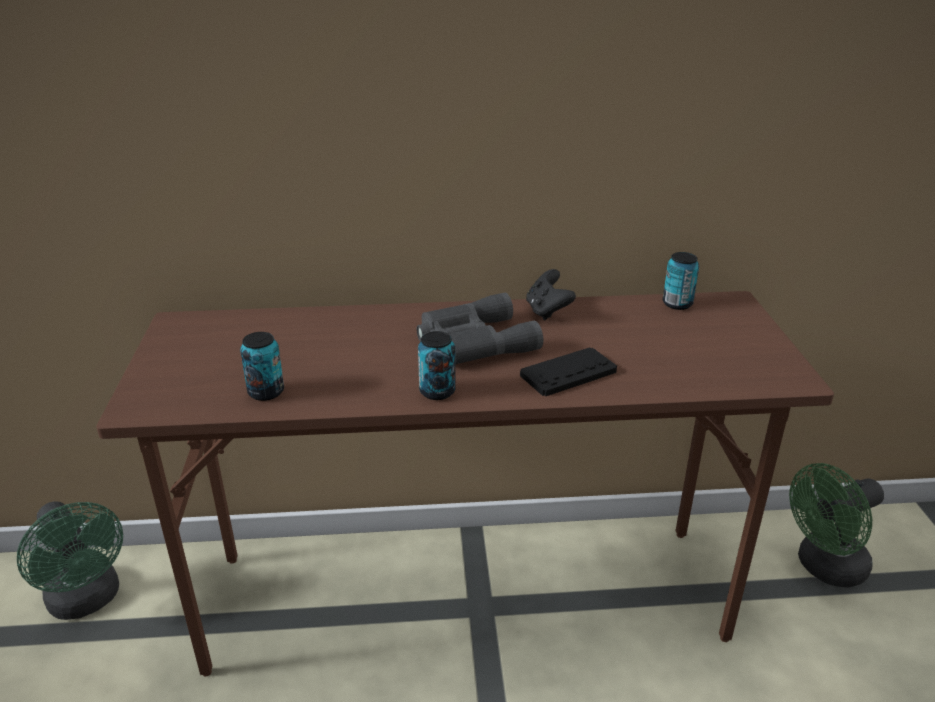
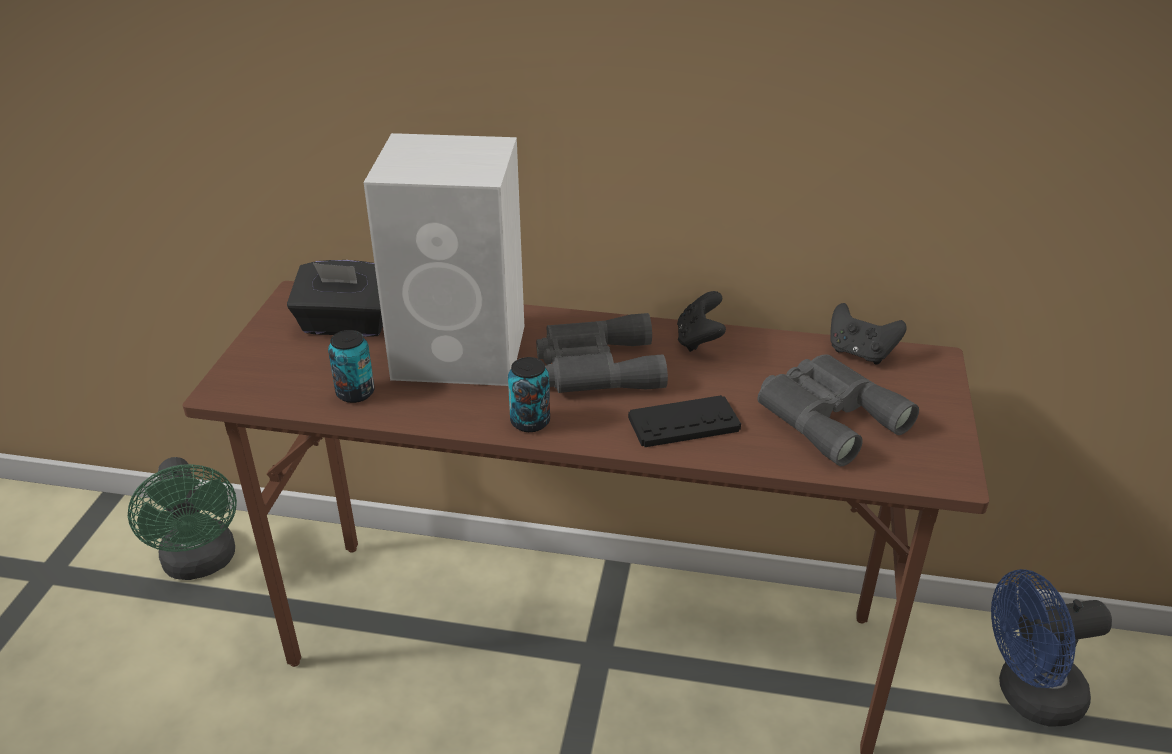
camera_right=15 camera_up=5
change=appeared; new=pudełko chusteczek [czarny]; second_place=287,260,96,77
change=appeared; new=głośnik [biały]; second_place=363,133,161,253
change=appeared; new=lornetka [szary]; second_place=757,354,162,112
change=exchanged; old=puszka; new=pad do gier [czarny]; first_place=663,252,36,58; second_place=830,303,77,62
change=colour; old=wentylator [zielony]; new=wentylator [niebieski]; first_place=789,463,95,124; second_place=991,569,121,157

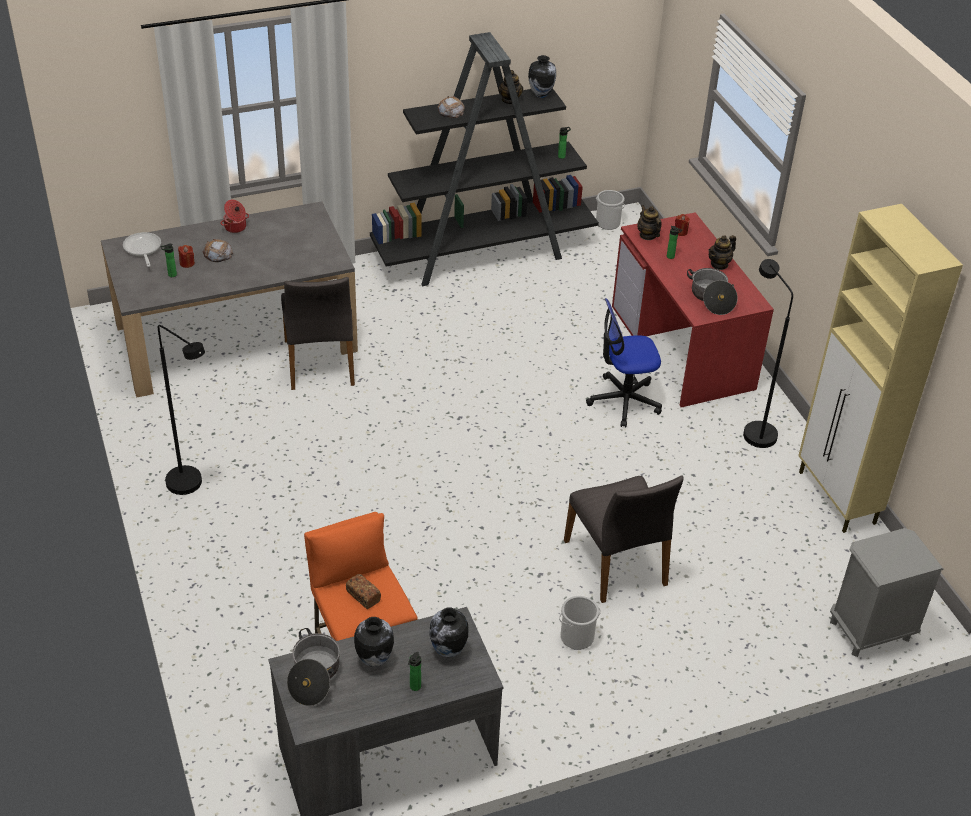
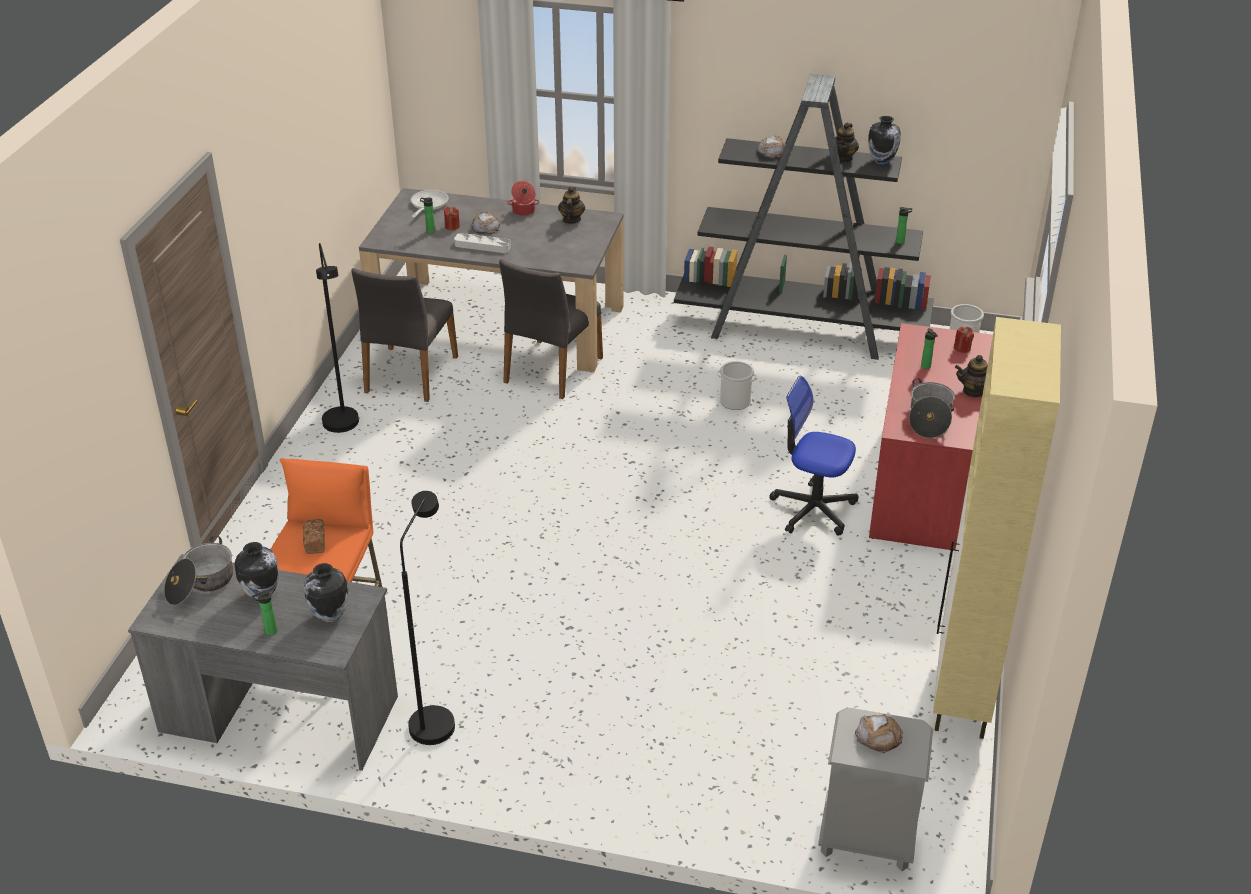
camera_right=35 camera_up=-5
change=appeared; new=taca [szary]; second_place=454,233,57,20
change=appeared; new=chleb; second_place=855,714,48,40
change=relocated; old=wiadro; first_place=559,596,42,54; second_place=717,361,39,49
change=relocated; old=krzesło [szary]; first_place=564,475,120,128; second_place=351,268,107,134
change=relocated; old=imbryk; first_place=637,205,25,35; second_place=558,187,27,37
change=relocated; old=lampa stojąca [czarny]; first_place=743,259,50,189; second_place=400,491,55,254

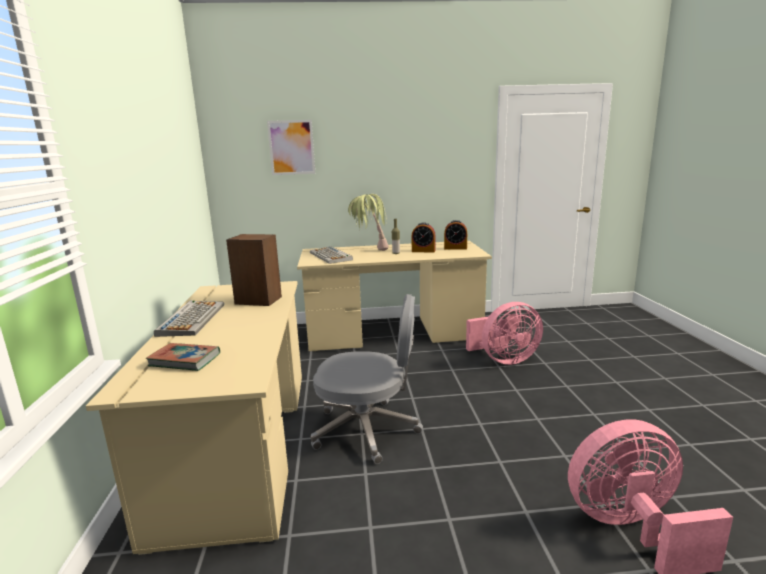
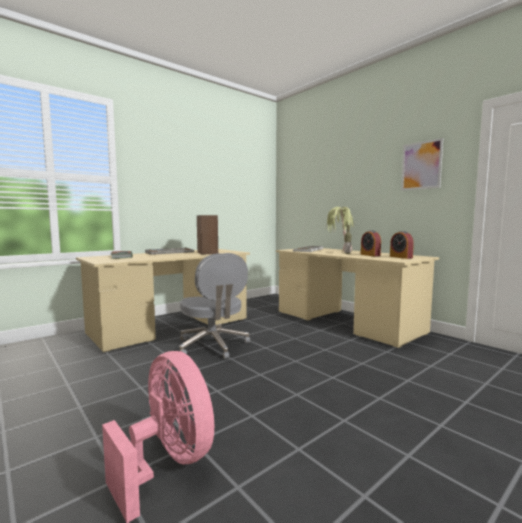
camera_right=55 camera_up=-10
change=missing; old=wentylator [różowy]; first_place=466,302,77,63
change=relocated; old=obraz; first_place=267,120,48,55; second_place=401,138,42,53

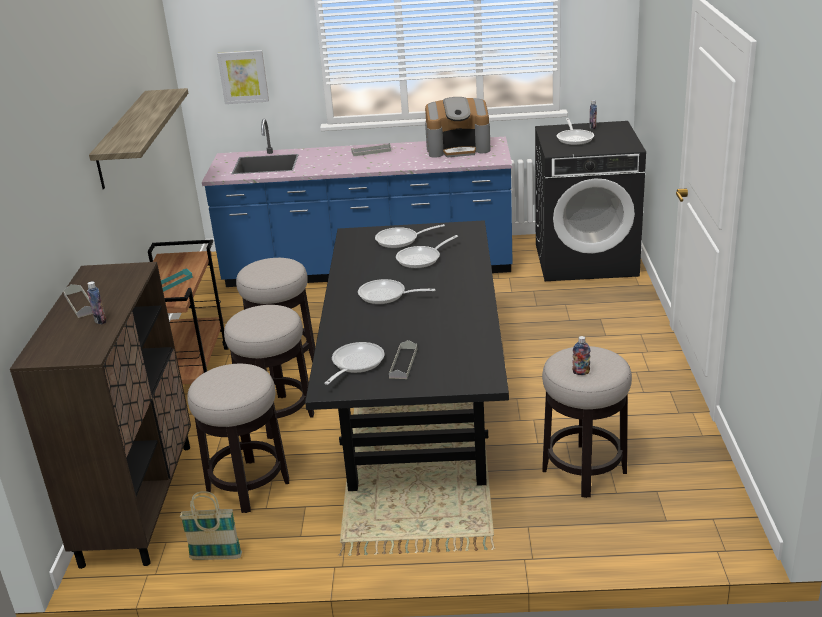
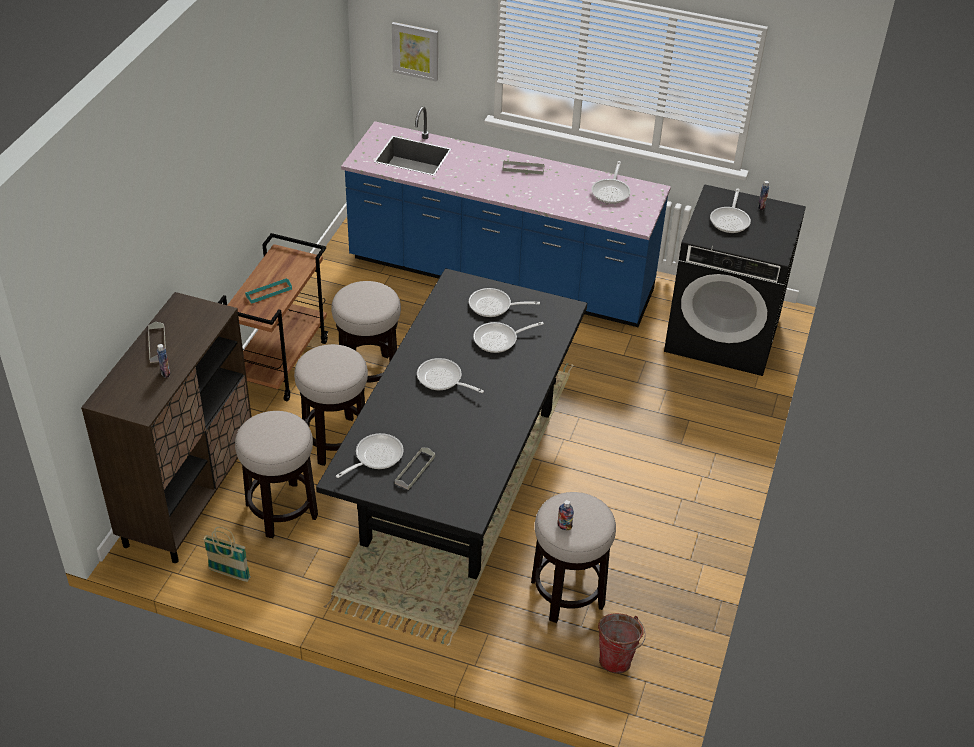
camera_right=15 camera_up=15
change=missing; old=półka; first_place=89,88,100,101
change=appeared; new=wiadro; second_place=598,613,48,61
change=exchanged; old=ekspres do kawy; new=patelnia; first_place=425,97,65,61; second_place=591,161,40,43

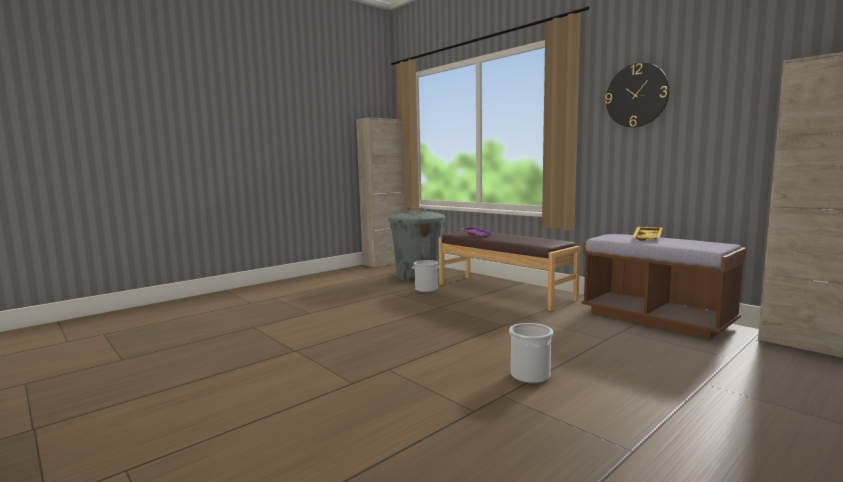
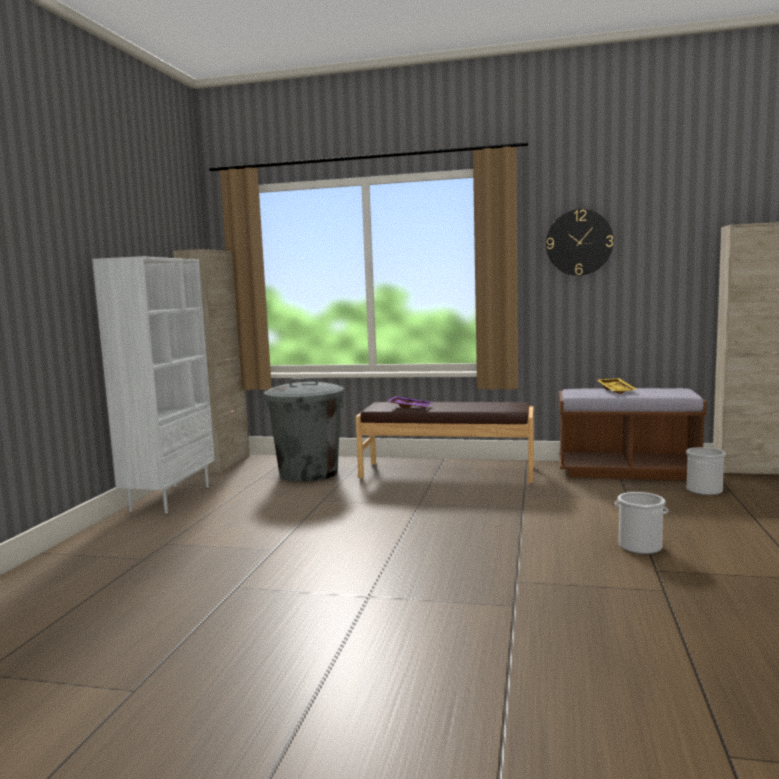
camera_right=-35 camera_up=0
change=appeared; new=regał [biały]; second_place=92,256,123,258
change=relocated; old=wiadro; first_place=412,260,28,32; second_place=686,447,40,48

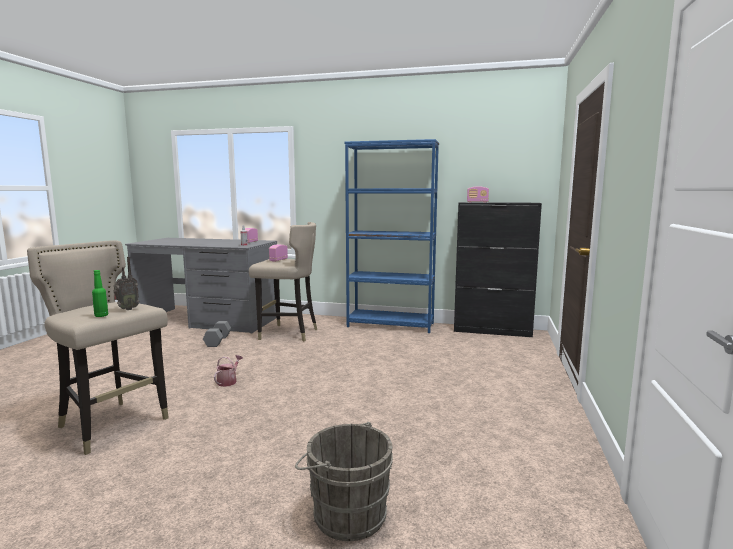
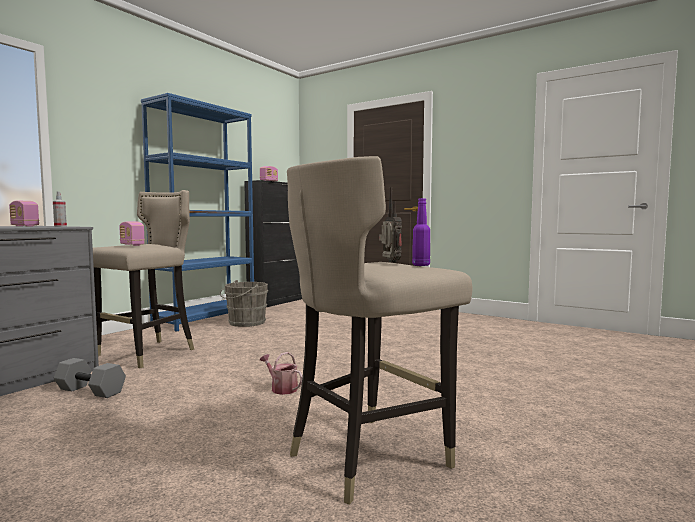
camera_right=-70 camera_up=-5
change=relocated; old=wiadro [szary]; first_place=295,422,98,119; second_place=220,280,48,47
change=colour; old=butelka [zielony]; new=butelka [fioletowy]; first_place=92,270,16,47; second_place=412,198,18,68

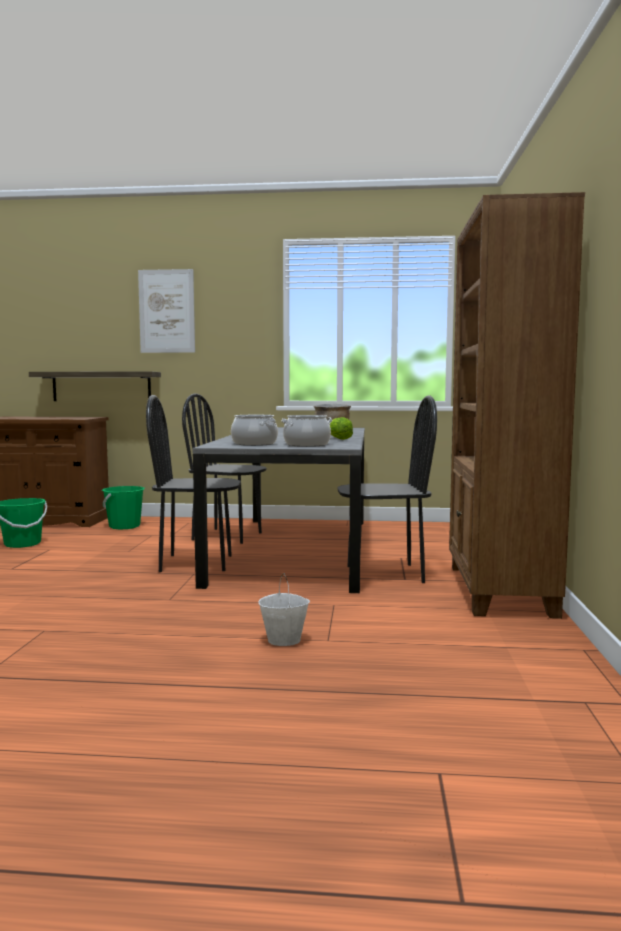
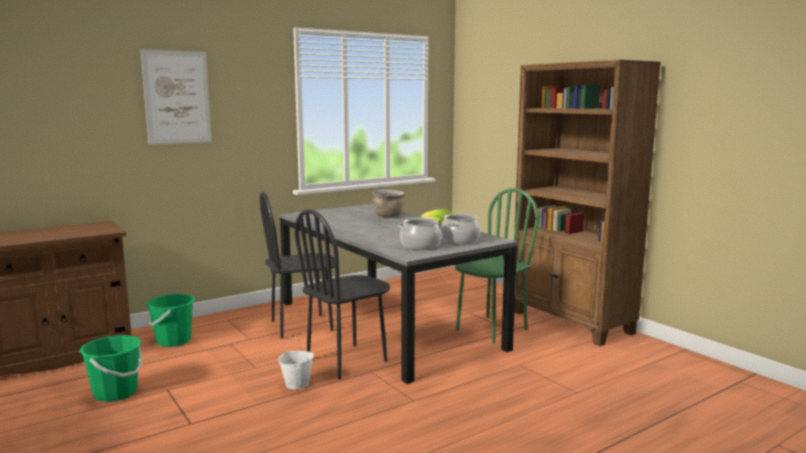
camera_right=-40 camera_up=5
change=missing; old=półka; first_place=29,371,132,30
change=relocated; old=wiadro [biały]; first_place=258,573,52,73; second_place=278,338,36,51
change=colour; old=krzesło [czarny]; new=krzesło [zielony]; first_place=337,395,100,188; second_place=455,188,84,155

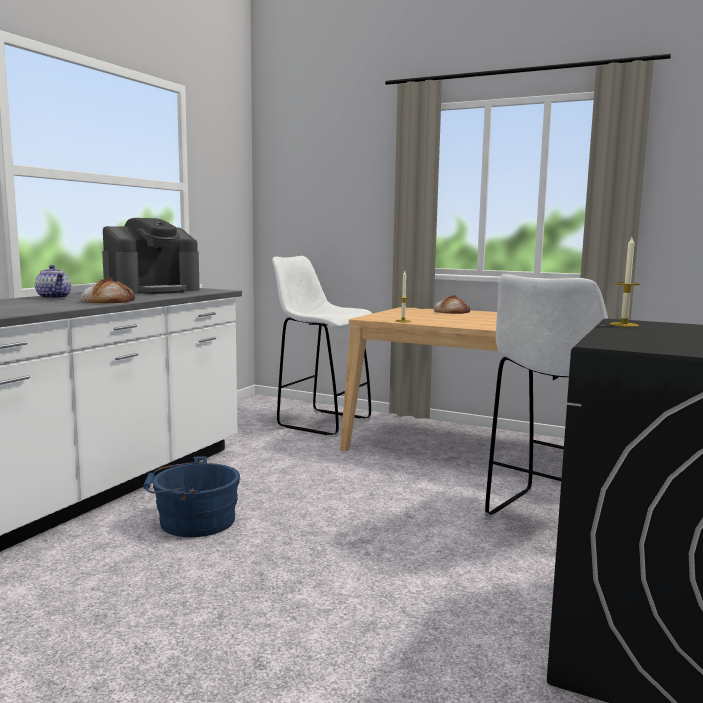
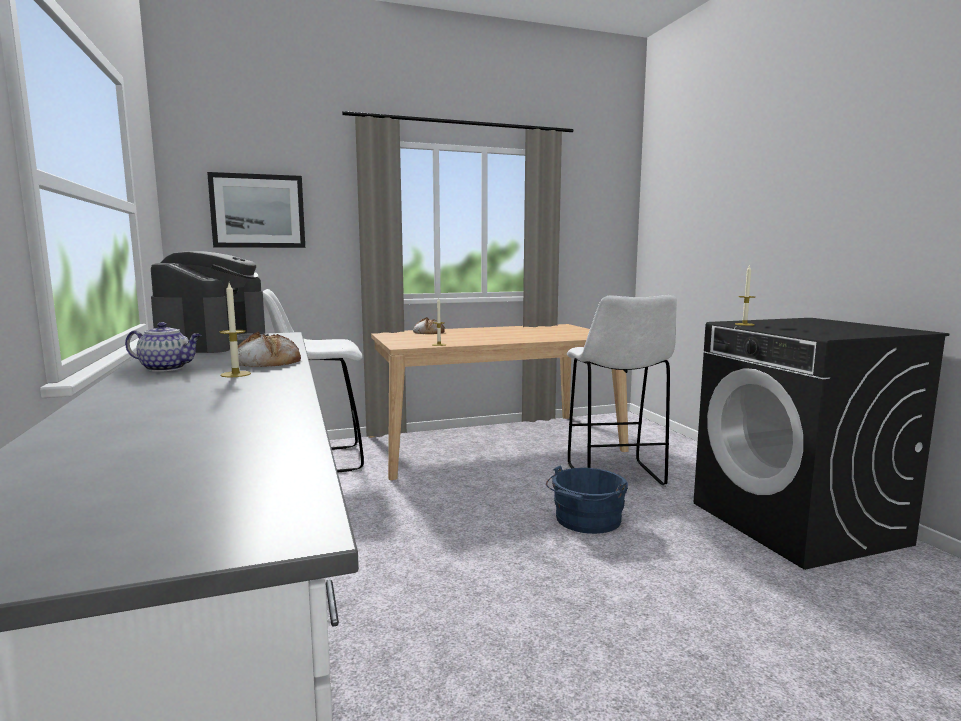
camera_right=-45 camera_up=0
change=appeared; new=obraz; second_place=207,172,98,76
change=appeared; new=świeca; second_place=219,283,32,94
change=relocated; old=wiadro [niebieski]; first_place=143,456,97,81; second_place=546,466,82,68

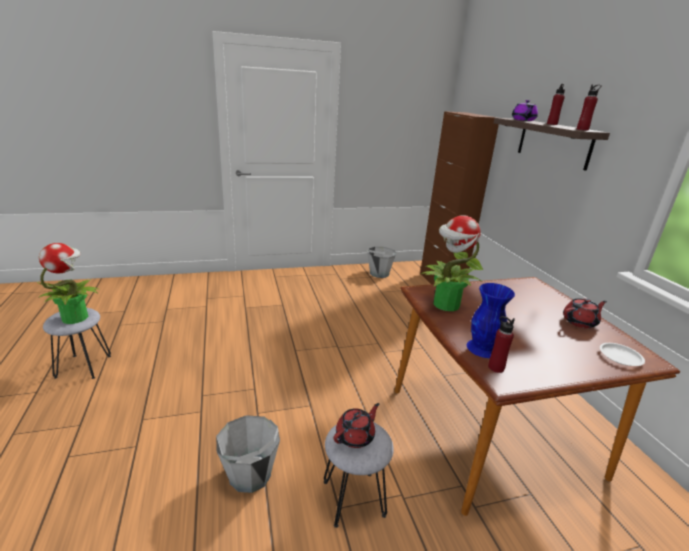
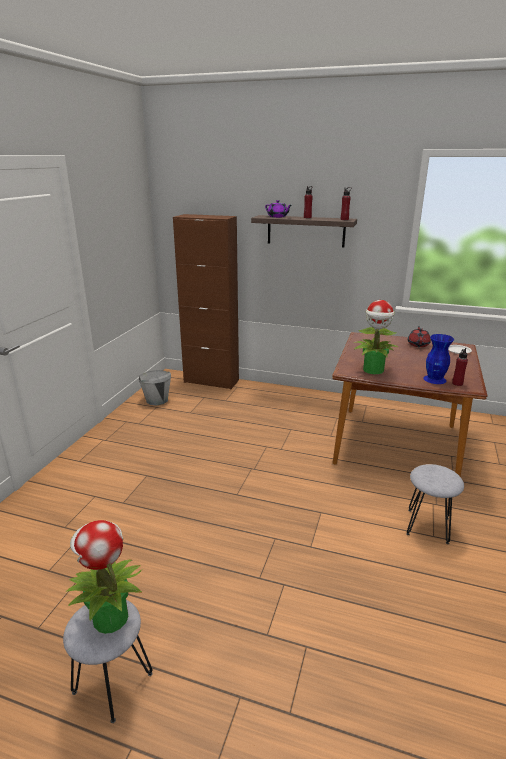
camera_right=-55 camera_up=0
change=missing; old=wiadro [szary]; first_place=216,415,64,78
change=missing; old=imbryk [czerwony]; first_place=334,403,45,45

